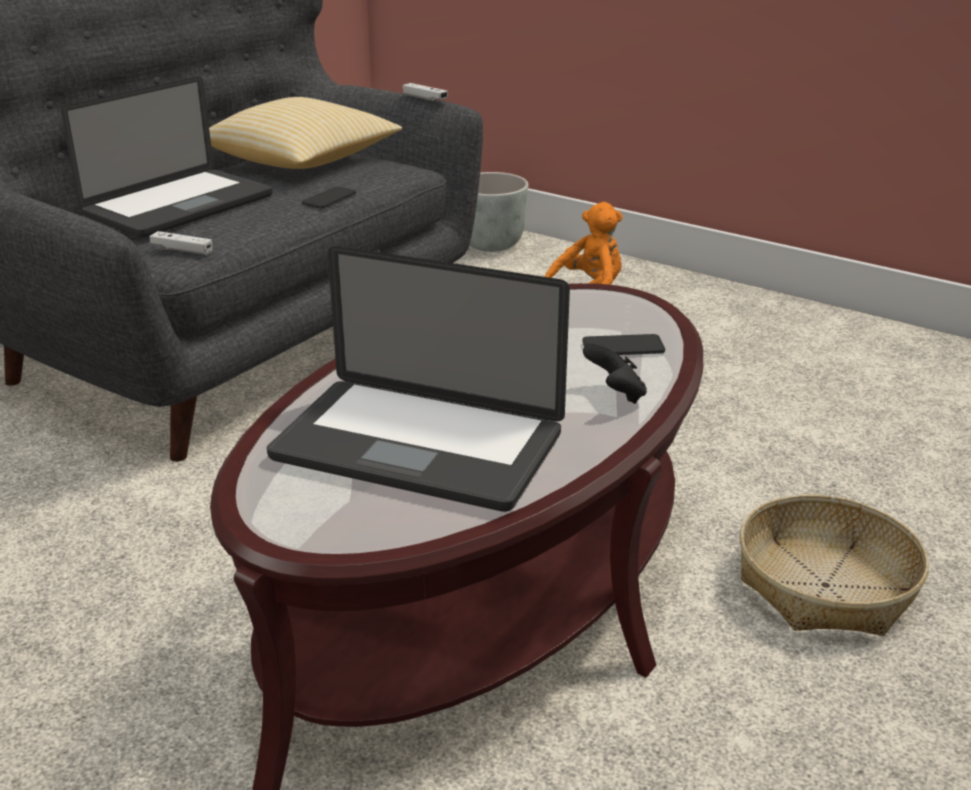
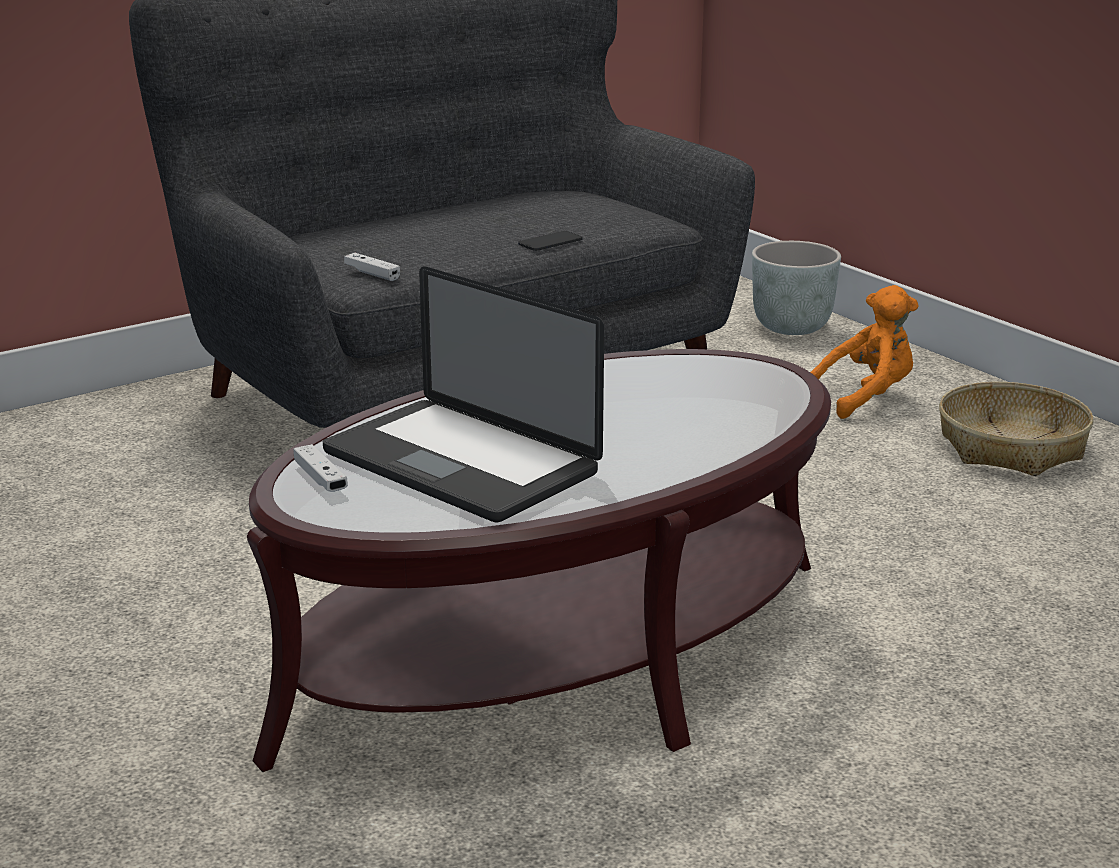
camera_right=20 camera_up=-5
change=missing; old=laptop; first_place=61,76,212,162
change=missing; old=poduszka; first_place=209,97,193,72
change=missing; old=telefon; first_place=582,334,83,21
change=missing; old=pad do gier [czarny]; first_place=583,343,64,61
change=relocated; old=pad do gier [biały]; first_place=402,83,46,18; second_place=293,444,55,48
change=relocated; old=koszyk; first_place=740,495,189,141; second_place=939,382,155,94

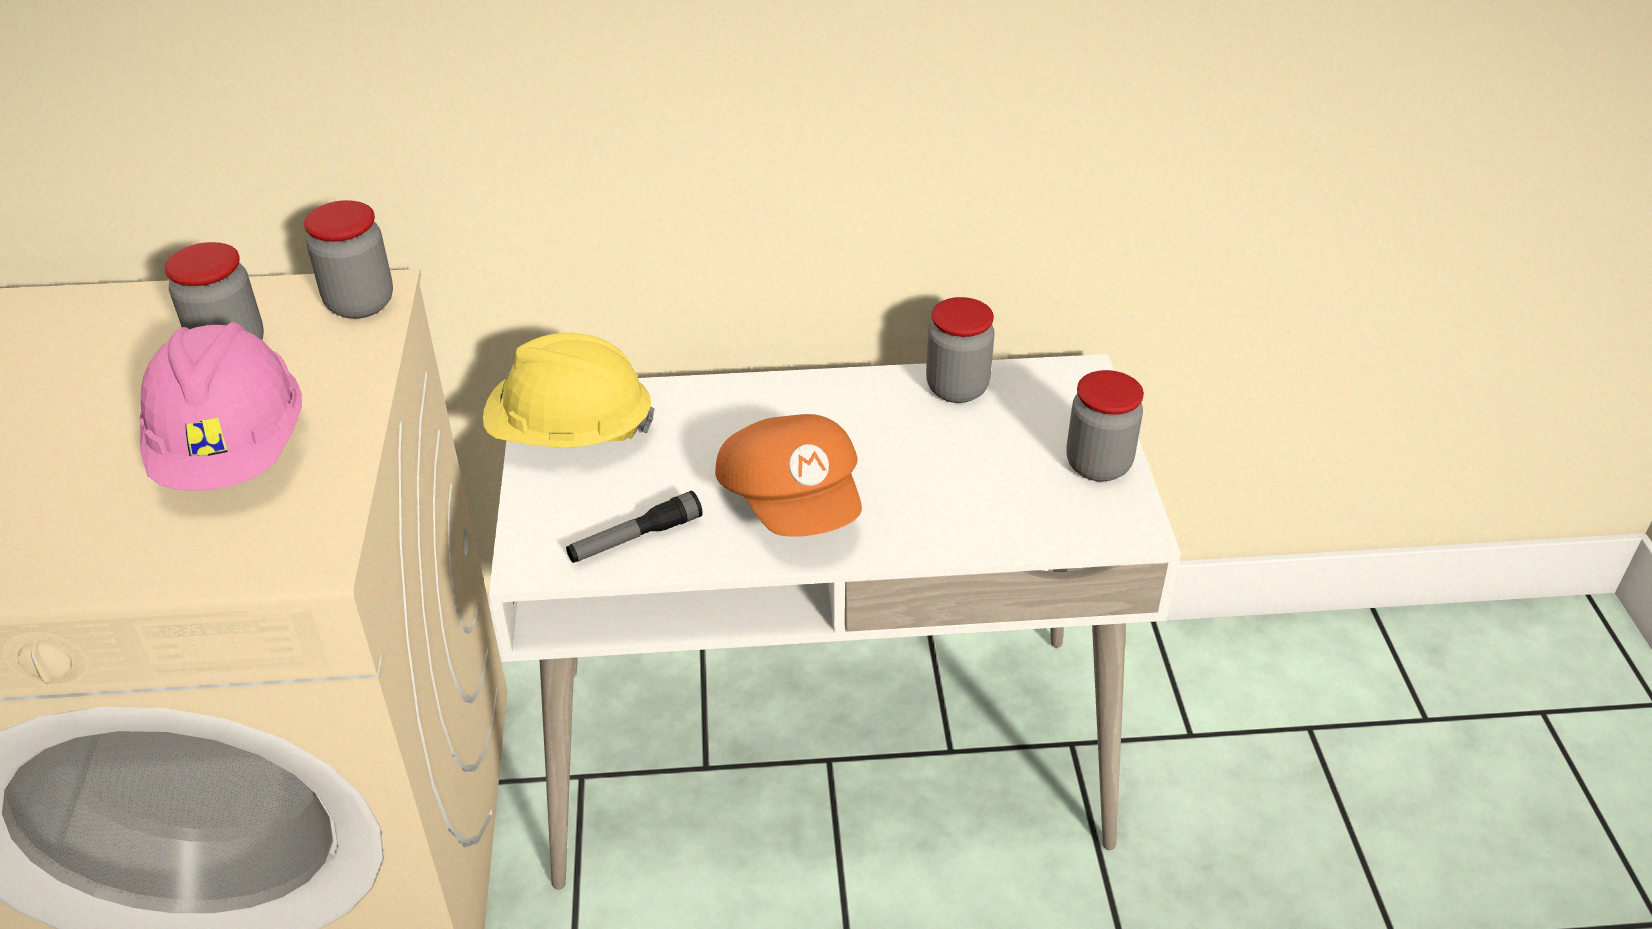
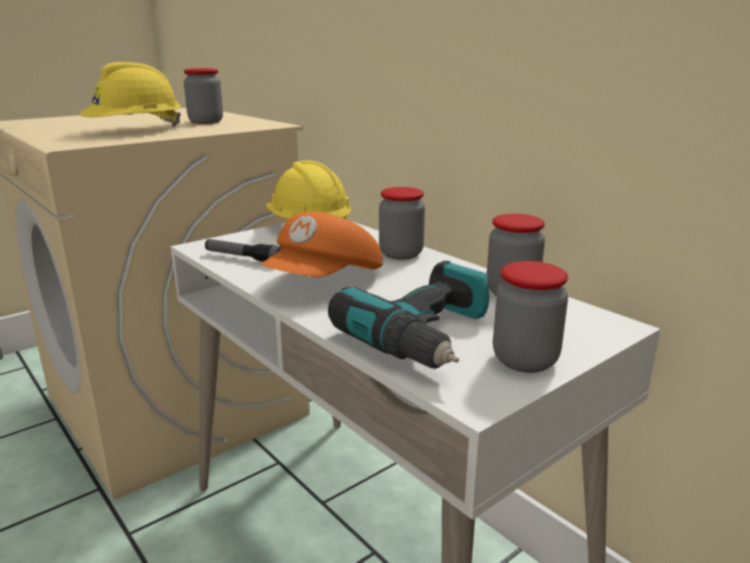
camera_right=55 camera_up=-20
change=appeared; new=wiertarka; second_place=328,261,161,108
change=relocated; old=słoik; first_place=304,200,89,119; second_place=379,187,46,73
change=colour; old=kask [różowy]; new=kask [żółty]; first_place=140,322,162,169; second_place=80,62,101,65

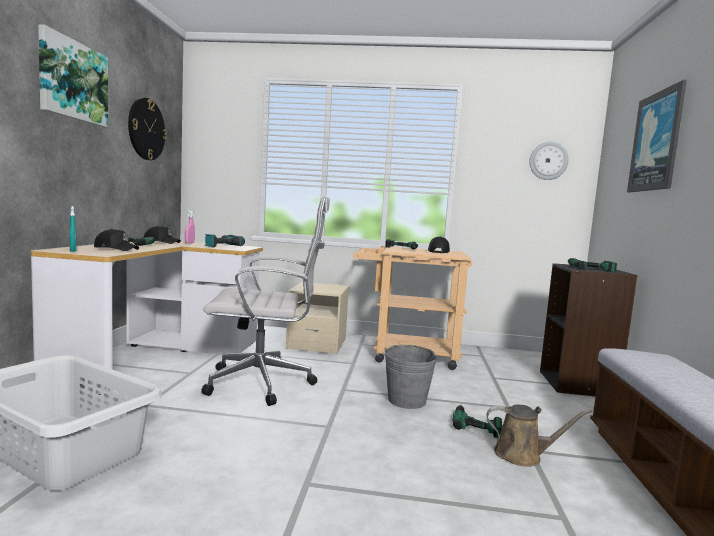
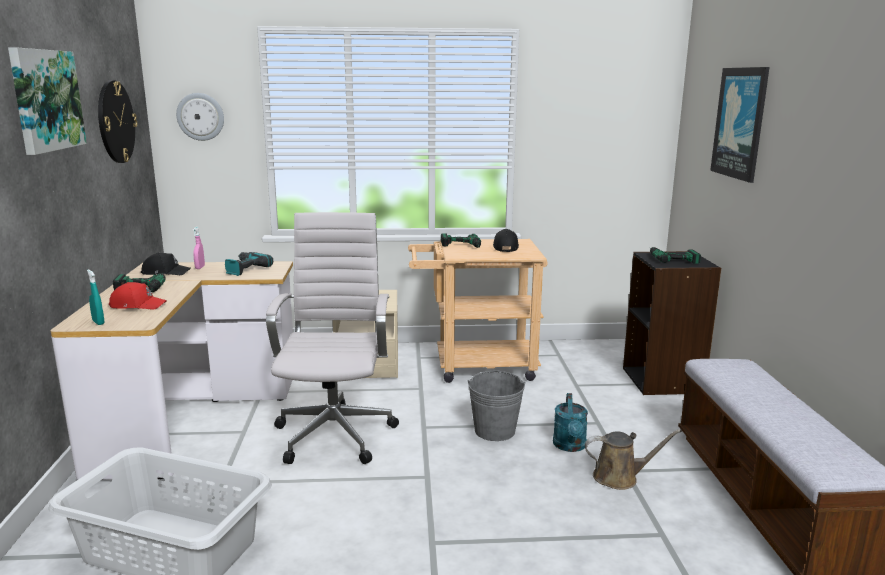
camera_right=-10 camera_up=10
change=relocated; old=zegar ścienny; first_place=529,142,40,38; second_place=176,93,48,48
change=exchanged; old=wiertarka; new=konewka [turkusowy]; first_place=452,405,50,33; second_place=553,393,35,59
change=colour; old=czapka z daszkiem [czarny]; new=czapka z daszkiem [czerwony]; first_place=94,229,45,22; second_place=109,282,58,28
change=spun; old=krzesło biurowe [biały]; first_place=201,196,129,210; second_place=266,212,133,252; degrees=-75

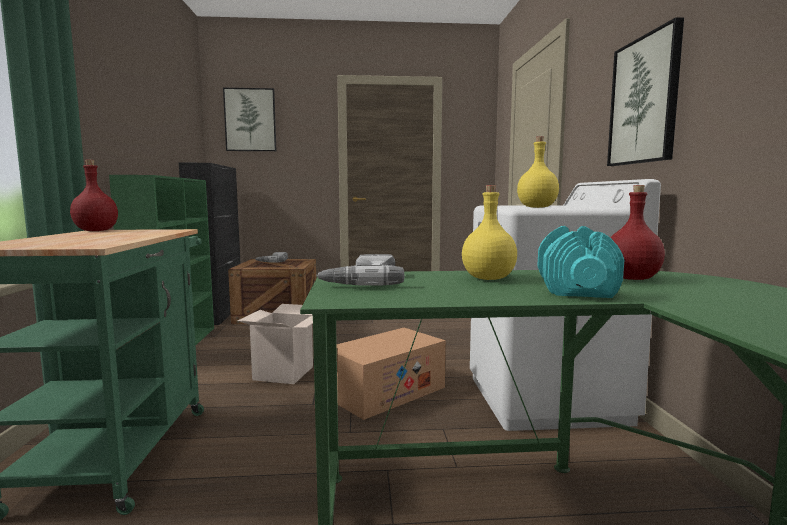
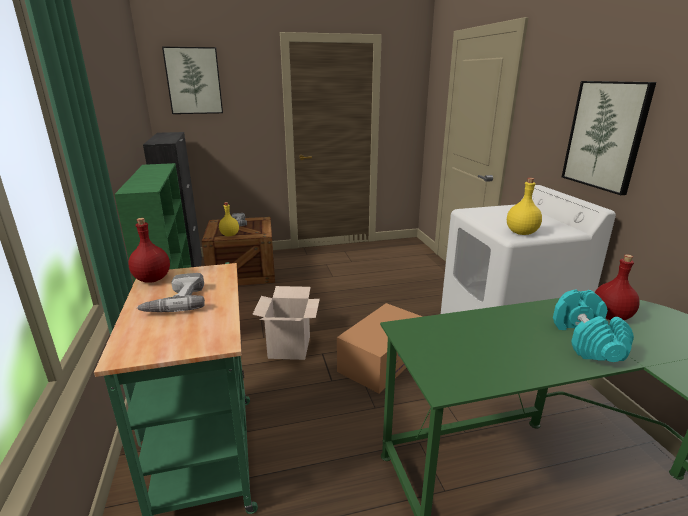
camera_right=-10 camera_up=15
change=relocated; old=wiertarka; first_place=316,254,89,32; second_place=137,273,68,39
change=relocated; old=butelka [żółty]; first_place=462,185,55,95; second_place=219,202,20,34

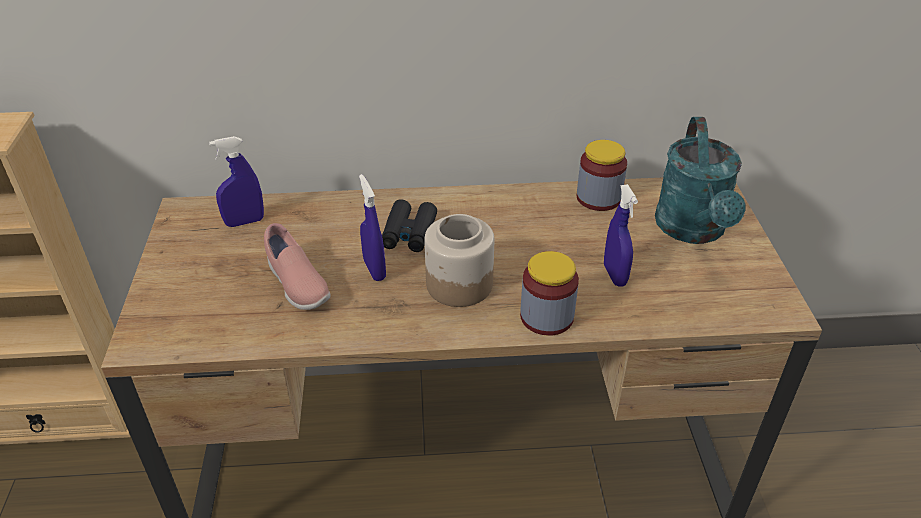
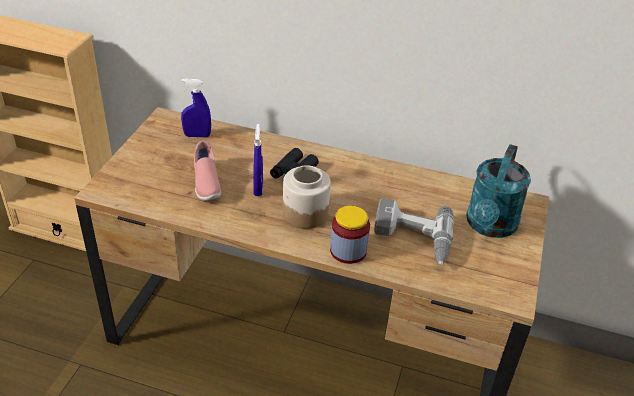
camera_right=20 camera_up=0
change=missing; old=słoik; first_place=577,140,50,71
change=exchanged; old=spryskiwacz [niebieski]; new=wiertarka; first_place=604,184,34,103; second_place=374,198,80,67

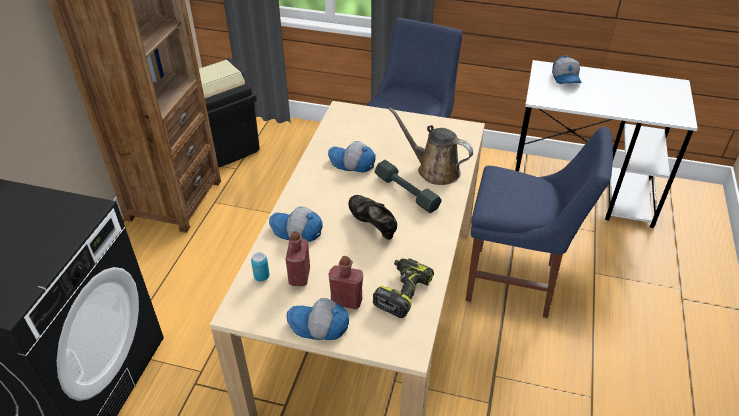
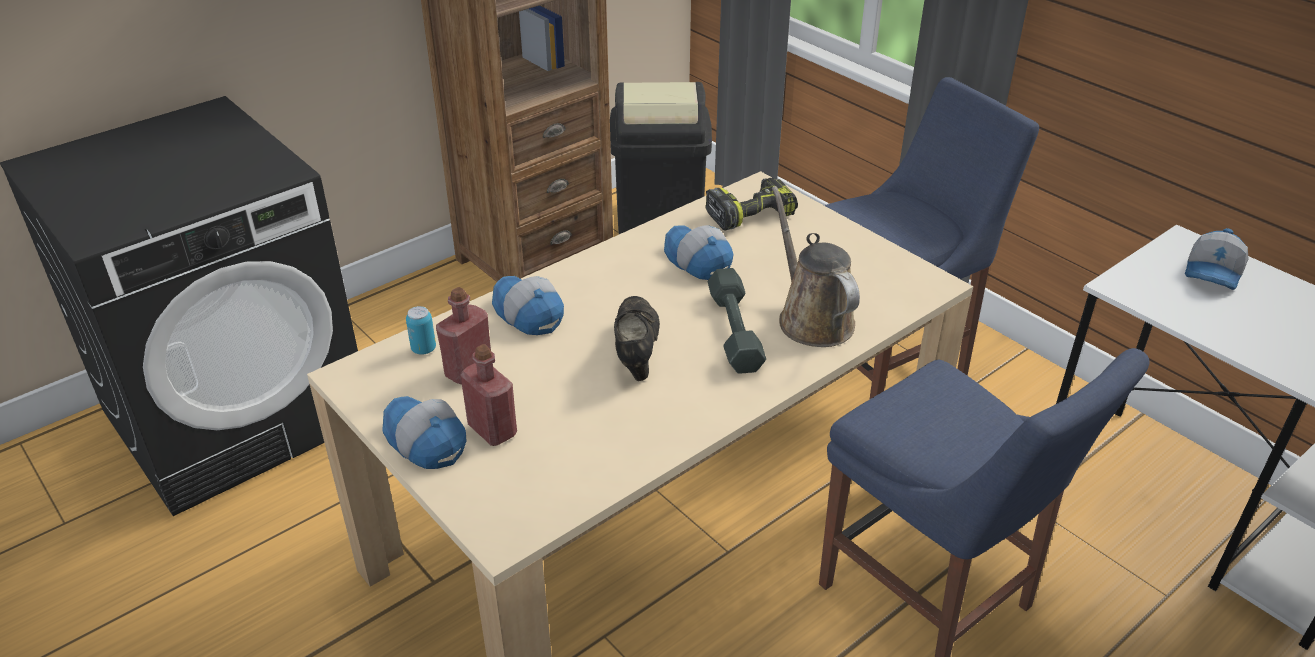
camera_right=35 camera_up=-5
change=relocated; old=wiertarka; first_place=373,258,61,60; second_place=705,178,93,53

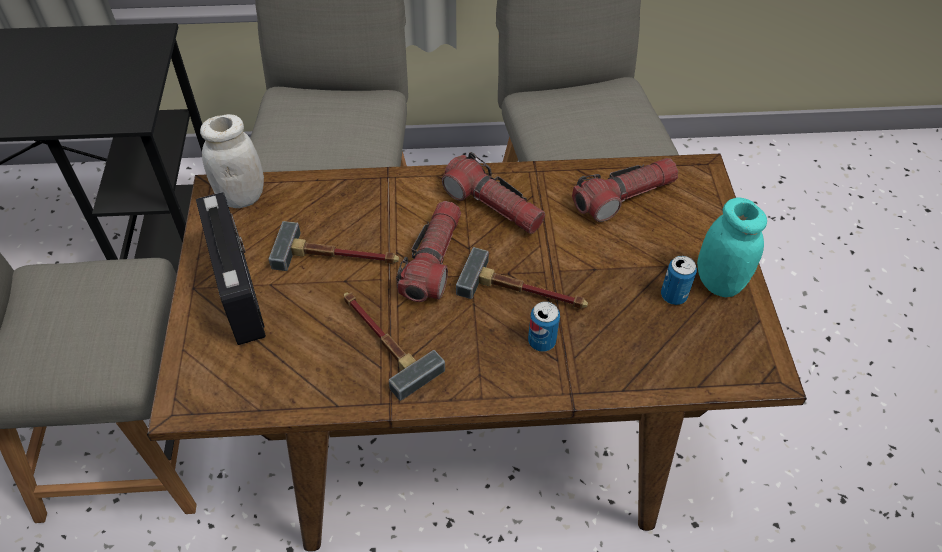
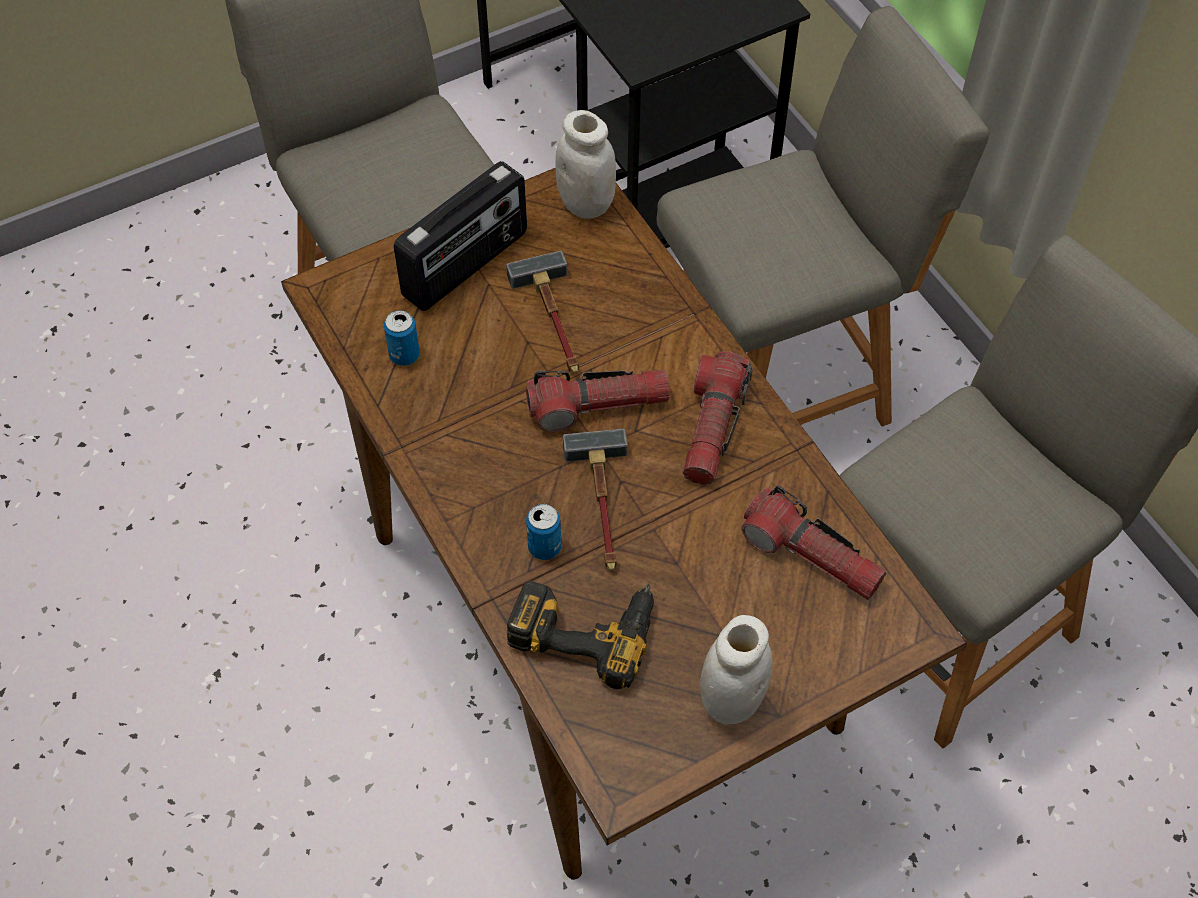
camera_right=65 camera_up=5
change=missing; old=młotek; first_place=344,292,101,109
change=appeared; new=wiertarka; second_place=507,581,147,108
change=relocated; old=puszka; first_place=661,256,36,49; second_place=384,310,36,56
change=colour; old=słoik [turkusowy]; new=słoik [biały]; first_place=697,198,70,99; second_place=700,615,72,110

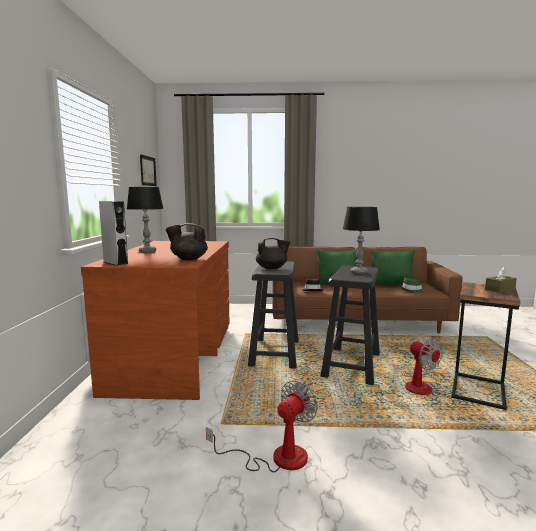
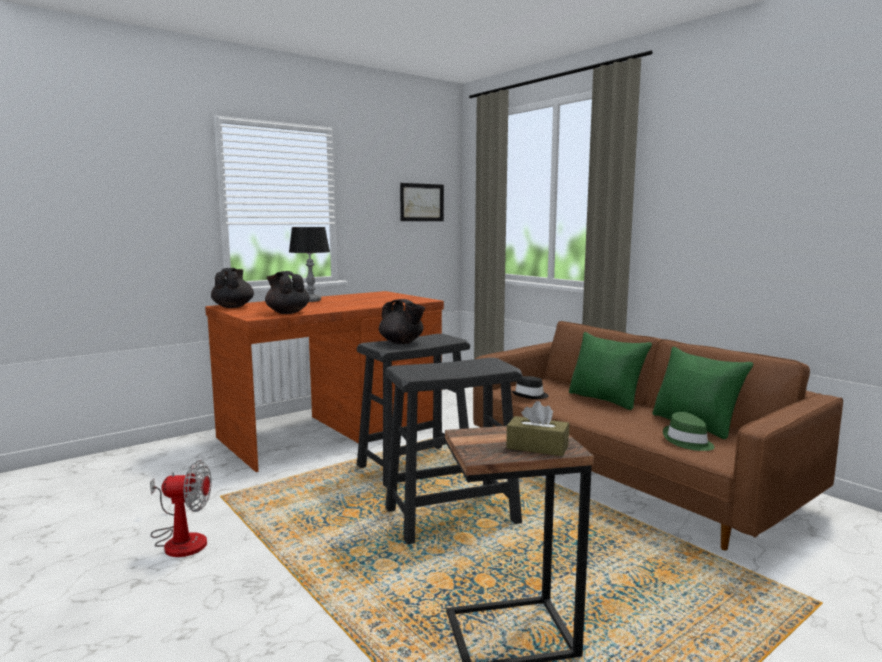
camera_right=50 camera_up=0
change=missing; old=lampa stołowa; first_place=343,207,37,67
change=missing; old=wentylator; first_place=404,338,39,57
change=exchanged; old=głośnik [szary]; new=imbryk [czarny]; first_place=99,201,29,65; second_place=211,268,43,40

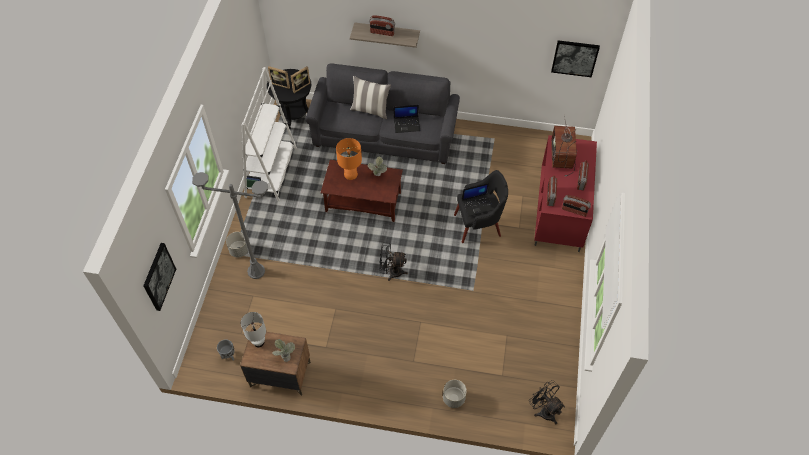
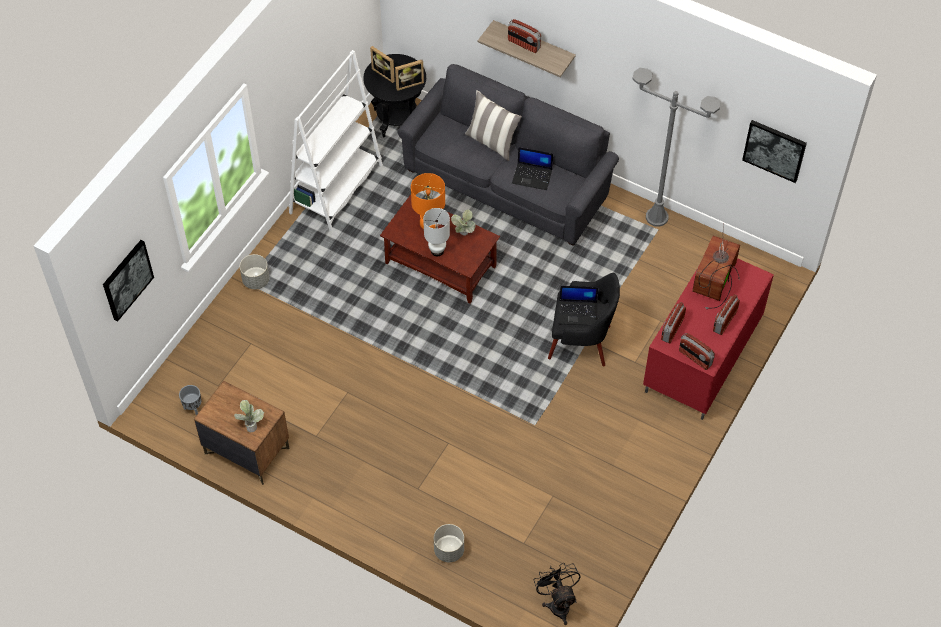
camera_right=20 camera_up=0
change=missing; old=wentylator [czarny]; first_place=379,243,29,38
change=relocated; old=lampa stojąca [szary]; first_place=192,172,76,107; second_place=632,68,89,159
change=relocated; old=lampa stołowa [biały]; first_place=241,312,25,35; second_place=423,208,27,49

